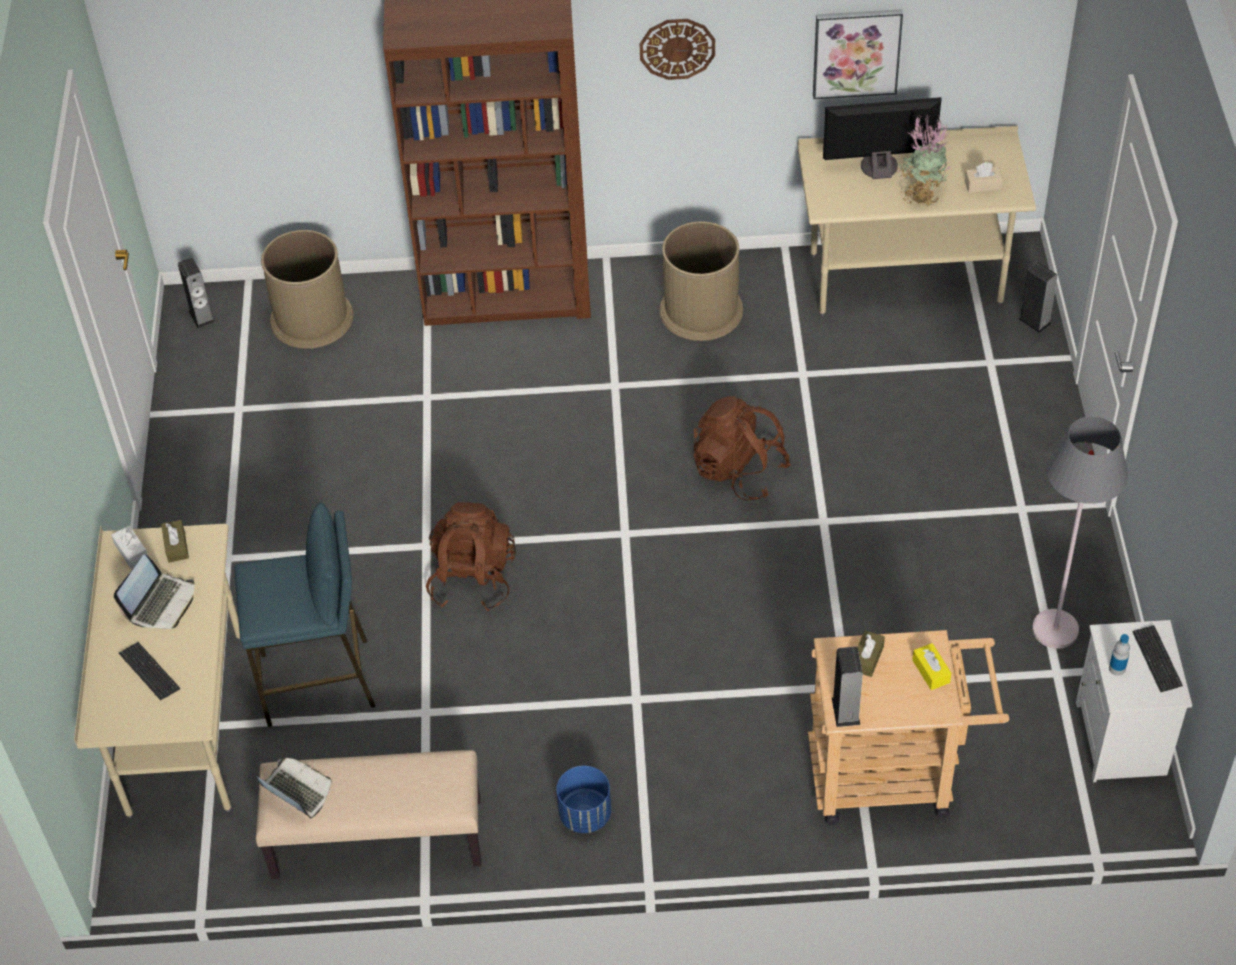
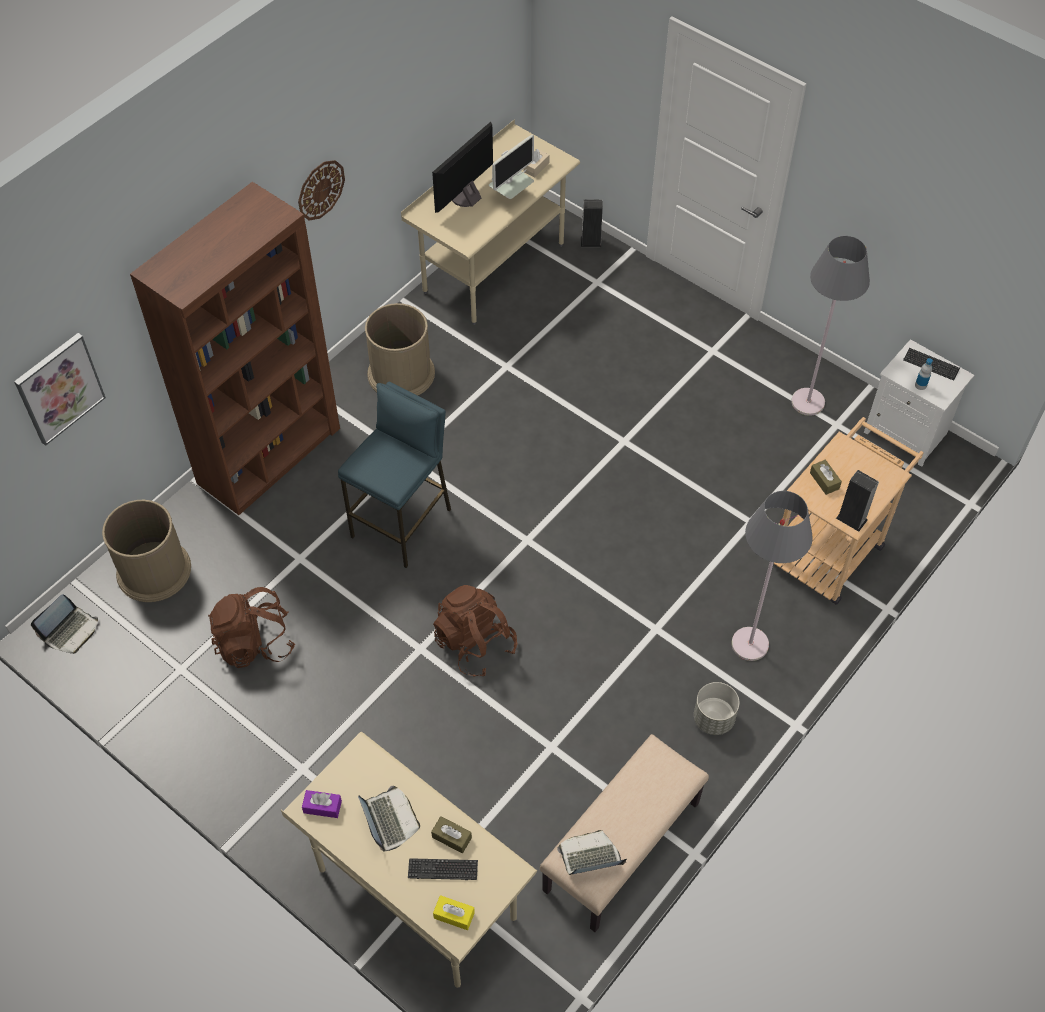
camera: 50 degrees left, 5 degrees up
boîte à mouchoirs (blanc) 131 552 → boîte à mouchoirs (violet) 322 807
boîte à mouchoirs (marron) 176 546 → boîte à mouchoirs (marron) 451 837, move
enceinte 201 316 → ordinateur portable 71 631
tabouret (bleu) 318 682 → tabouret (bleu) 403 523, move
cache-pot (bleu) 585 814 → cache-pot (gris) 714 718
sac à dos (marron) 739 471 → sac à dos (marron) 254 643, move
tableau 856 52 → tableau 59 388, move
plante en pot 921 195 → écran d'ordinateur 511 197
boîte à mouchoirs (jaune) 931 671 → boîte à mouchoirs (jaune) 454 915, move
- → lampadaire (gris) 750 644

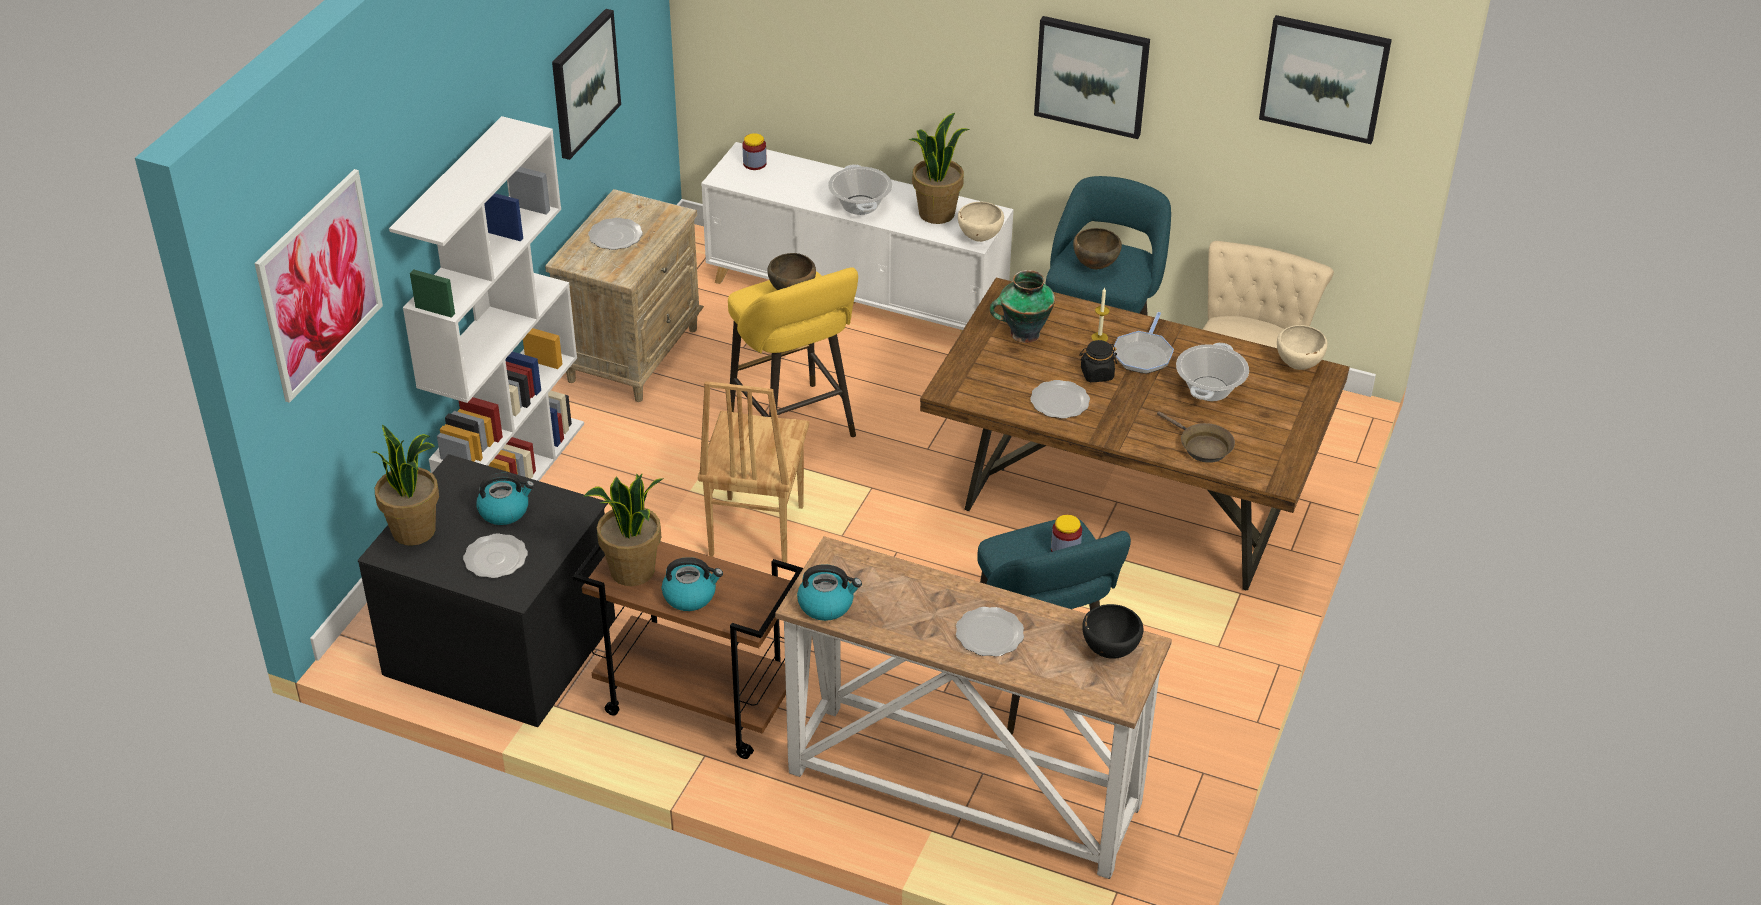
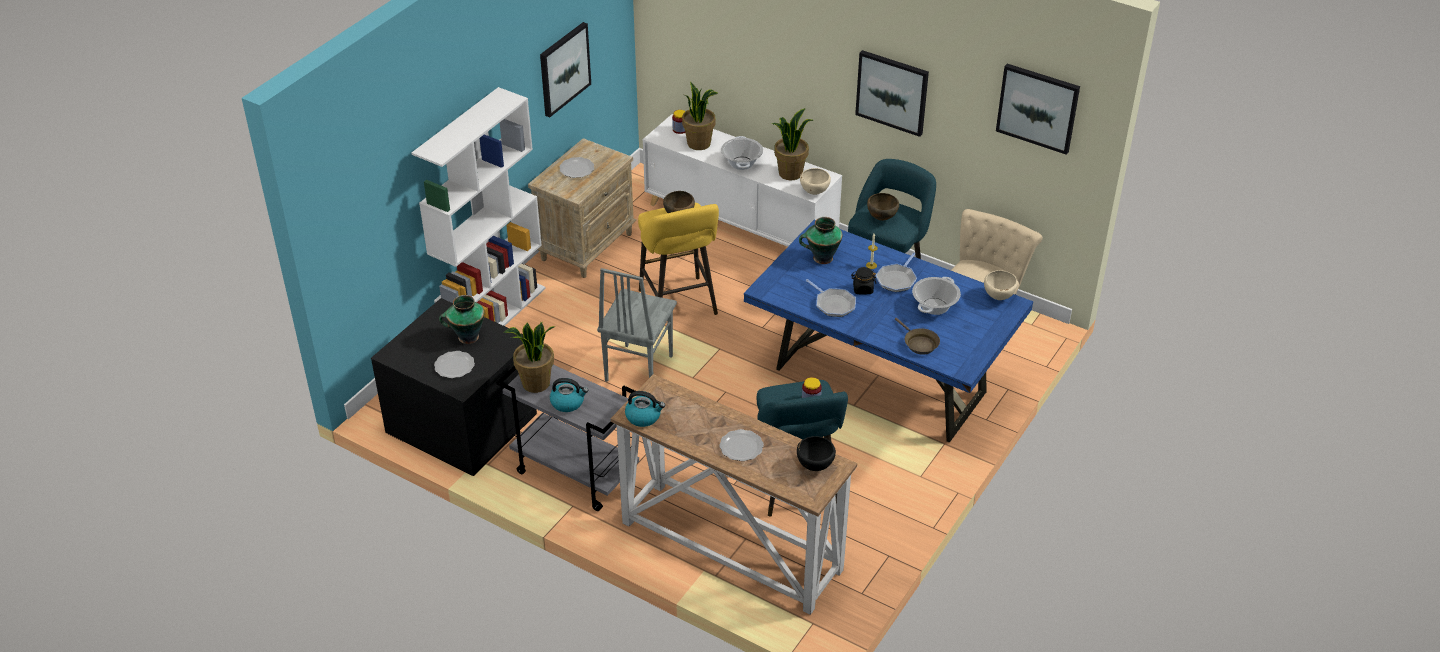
camera: 10 degrees right, 0 degrees up
tableau 319 285 → -
plante en pot 415 530 → plante en pot 699 143, move
bouilloire 505 511 → vase 467 337
chariot (marron) 695 704 → chariot (gris) 574 473
chaise (marron) 754 531 → chaise (gris) 637 368
table à manger (marron) 1125 510 → table à manger (bleu) 882 381
assiette 1059 401 → poêle 833 304

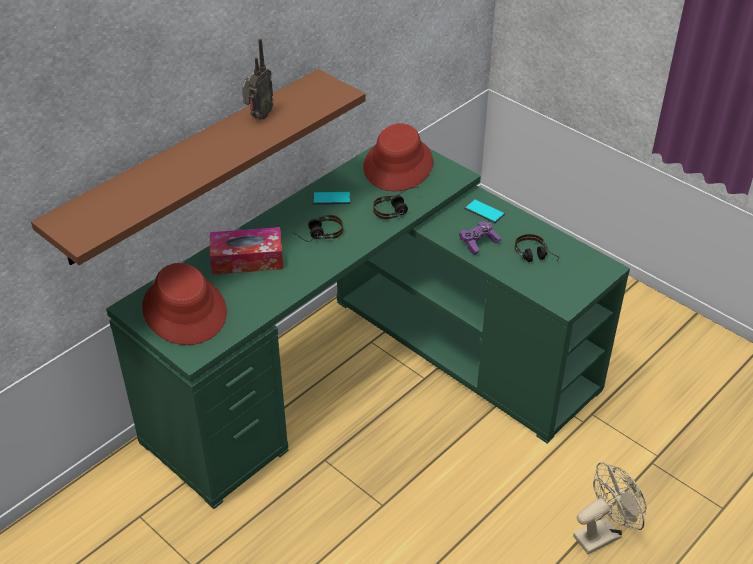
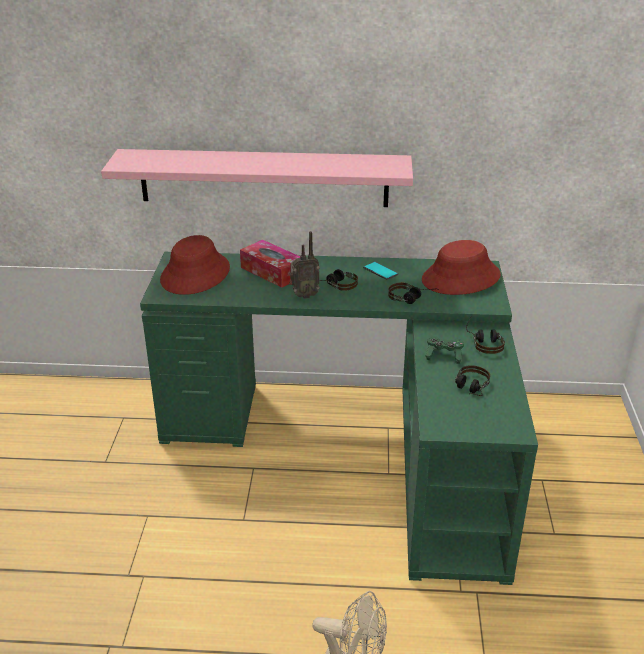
camera: 50 degrees right, 10 degrees down
étagère (marron) 191 165 → étagère (rose) 264 178
radio 258 116 → radio 304 295, move
manette (violet) 478 243 → manette (vert) 444 355
téléphone 484 211 → casque audio 484 342

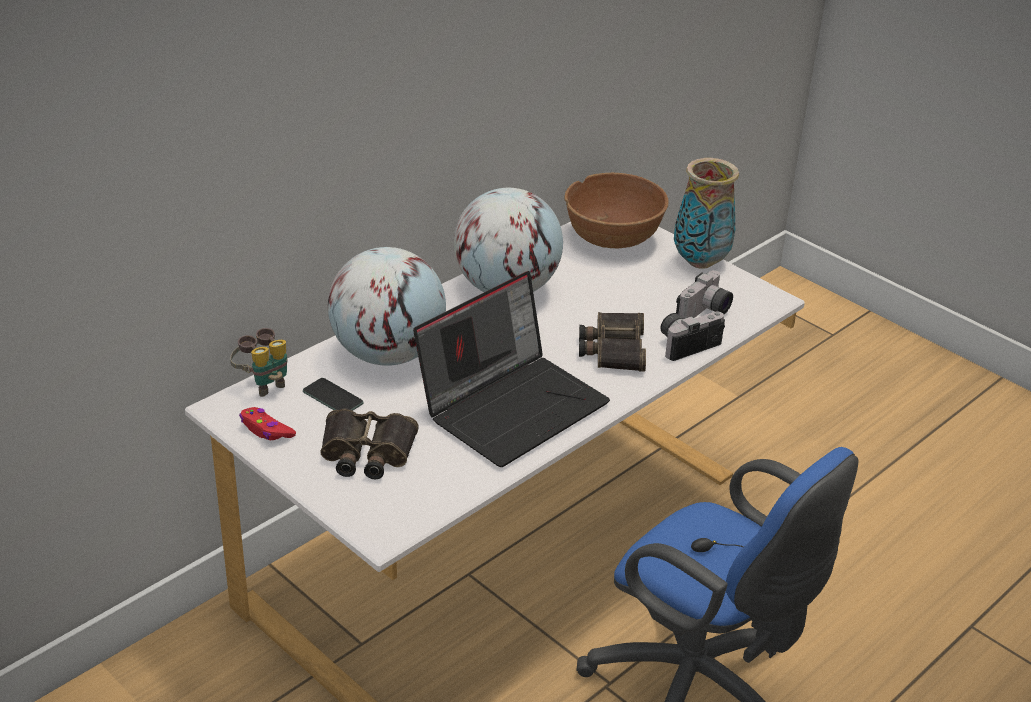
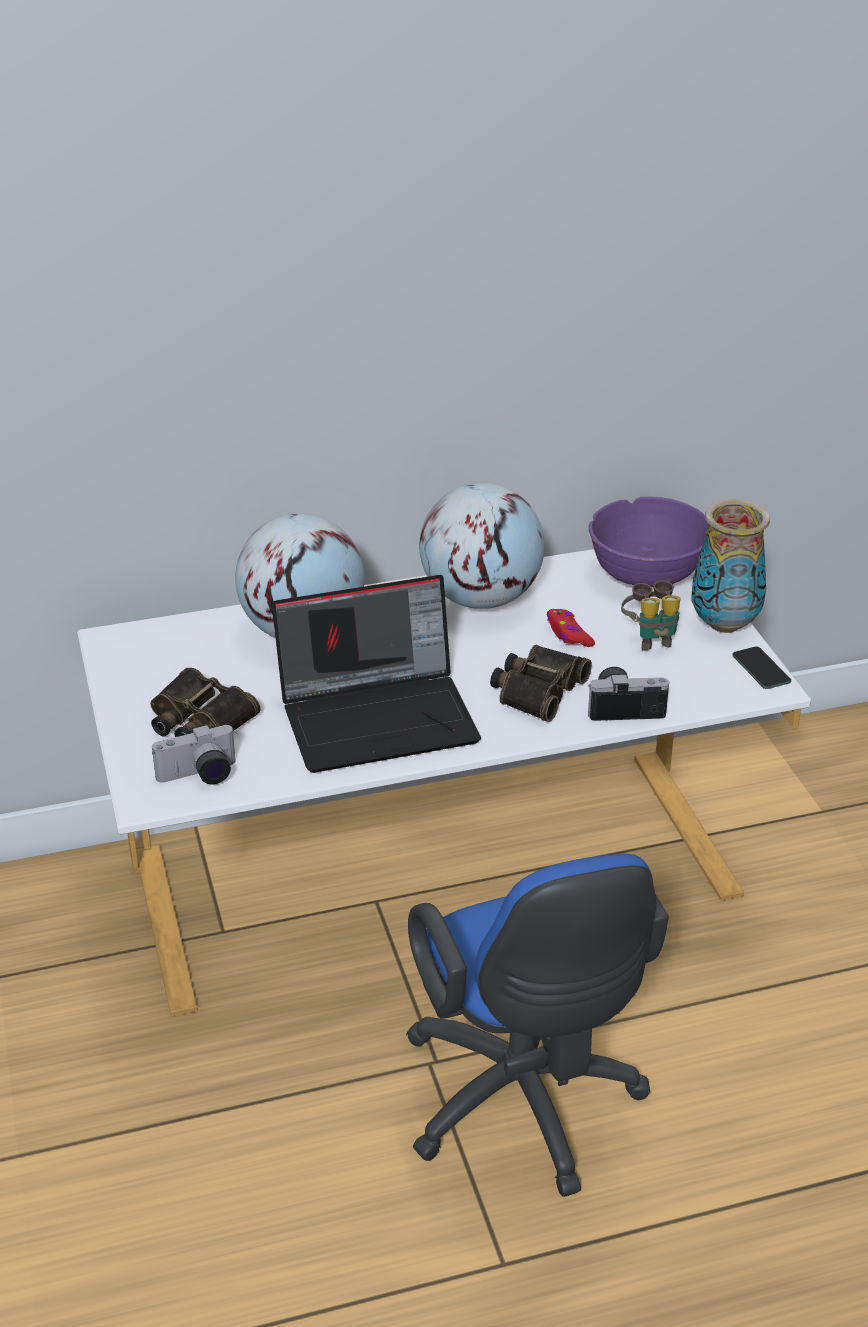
camera: 30 degrees right, 0 degrees up
jumelles 263 383 → jumelles 651 638, move
manette (rouge) 266 430 → manette (rouge) 568 634, move
téléphone 333 397 → téléphone 761 669, move
bol (marron) 612 238 → bol (violet) 646 574
appareil photo 705 313 → appareil photo 199 776, move

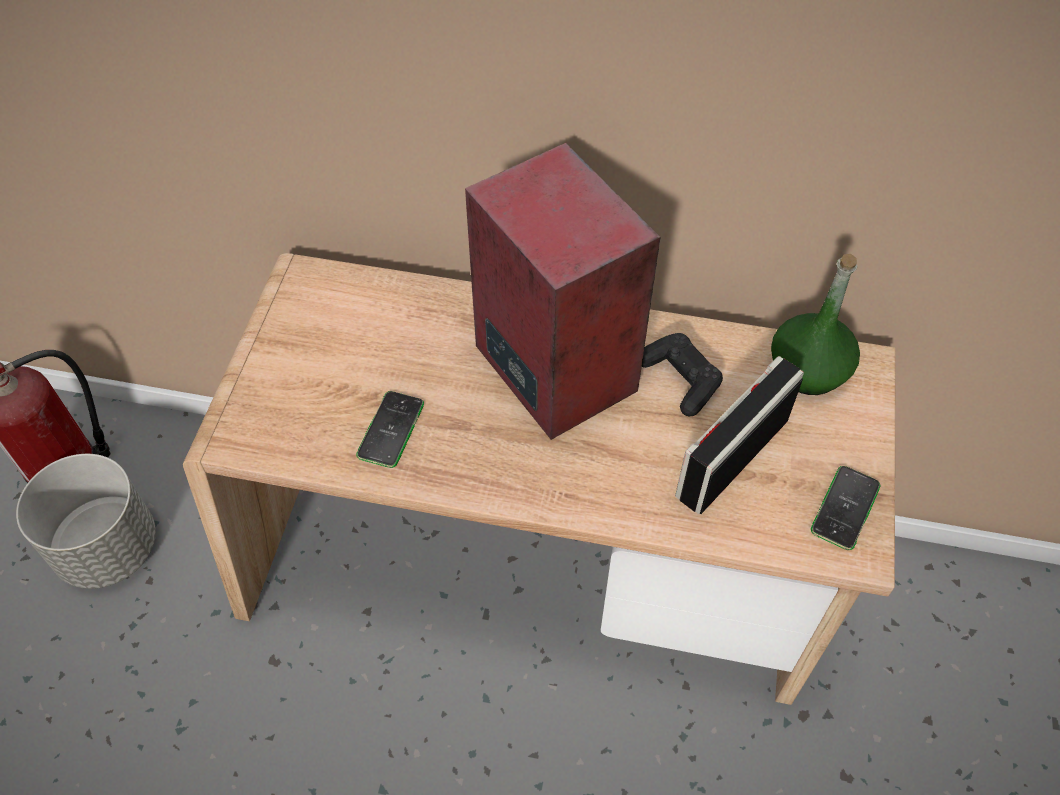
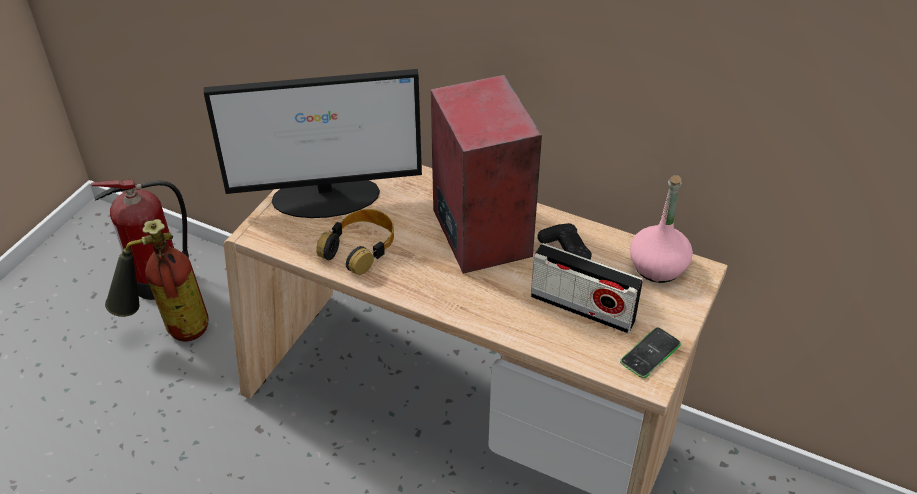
camera: 15 degrees right, 10 degrees down
cache-pot (gris) 108 547 → extincteur 170 332
téléphone 391 430 → casque audio 360 247
radio 732 458 → radio 582 308, 120 degrees counterclockwise
bouteille (vert) 808 370 → bouteille (rose) 658 267
- → écran d'ordinateur 327 196

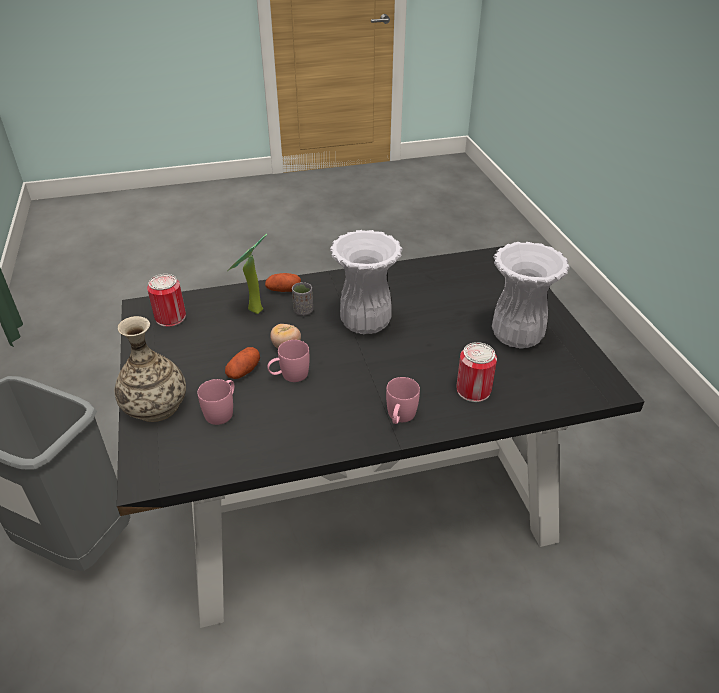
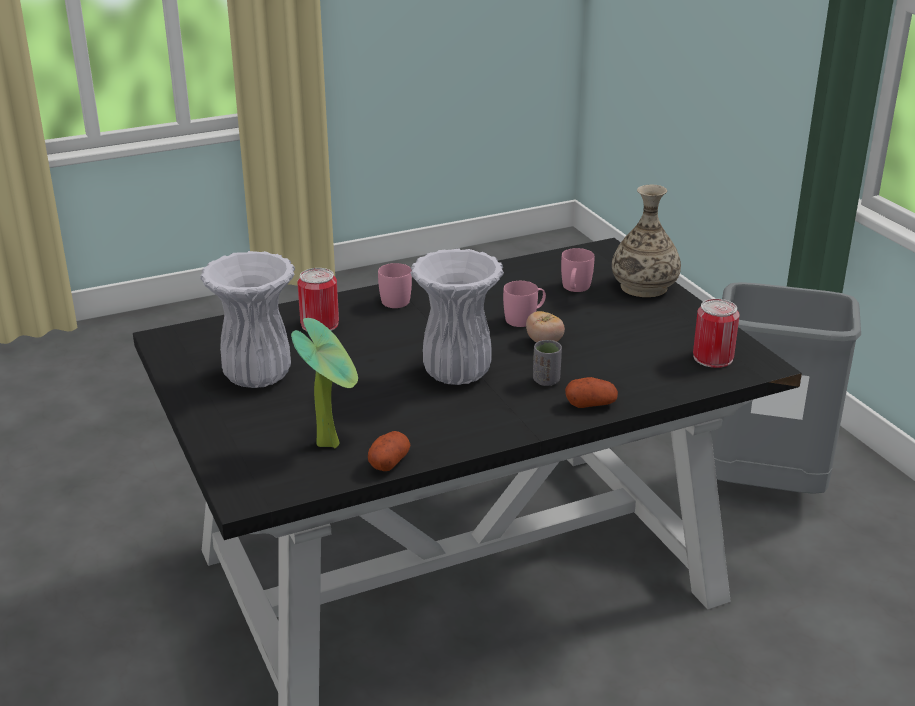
camera: 170 degrees right, 10 degrees down
pomme de terre 243 371 → pomme de terre 389 462, move
plante en pot 252 311 → plante en pot 332 442, move

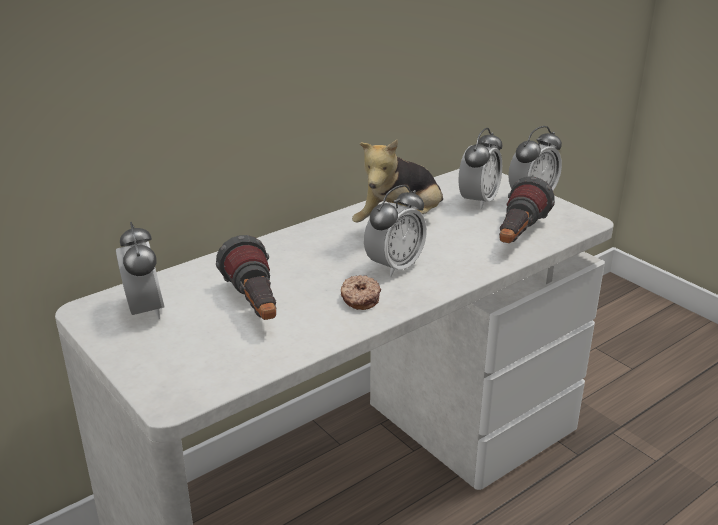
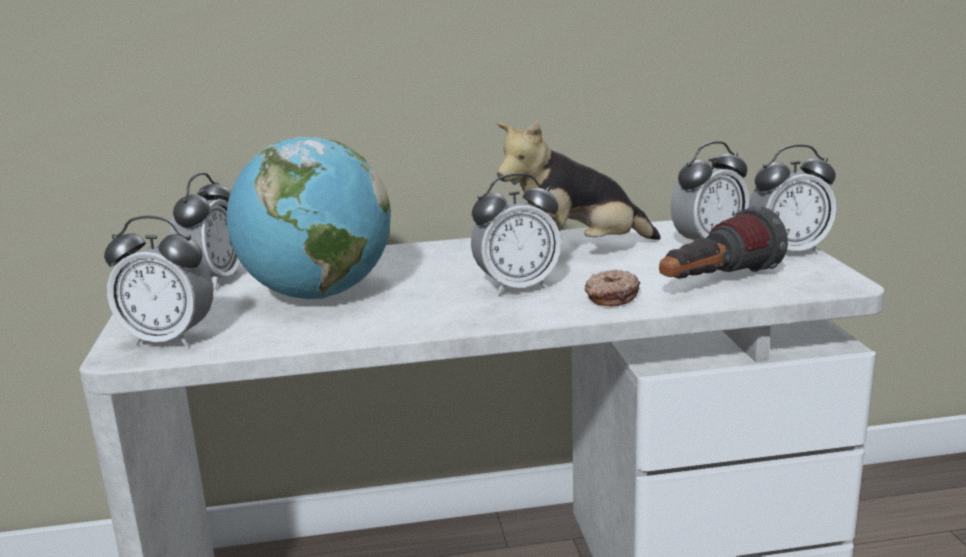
camera: 30 degrees right, 10 degrees down
lampe de poche 255 306 → globe 317 295
beignet 359 299 → beignet 610 297, move
- → réveil 169 339

